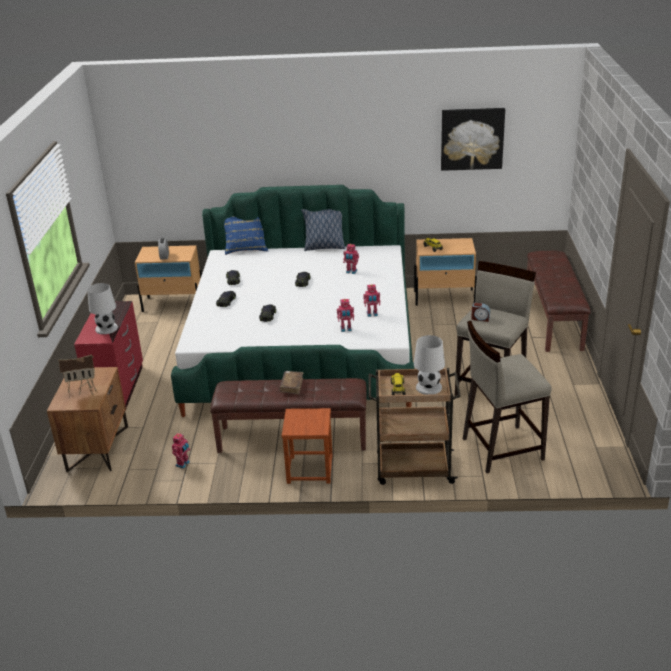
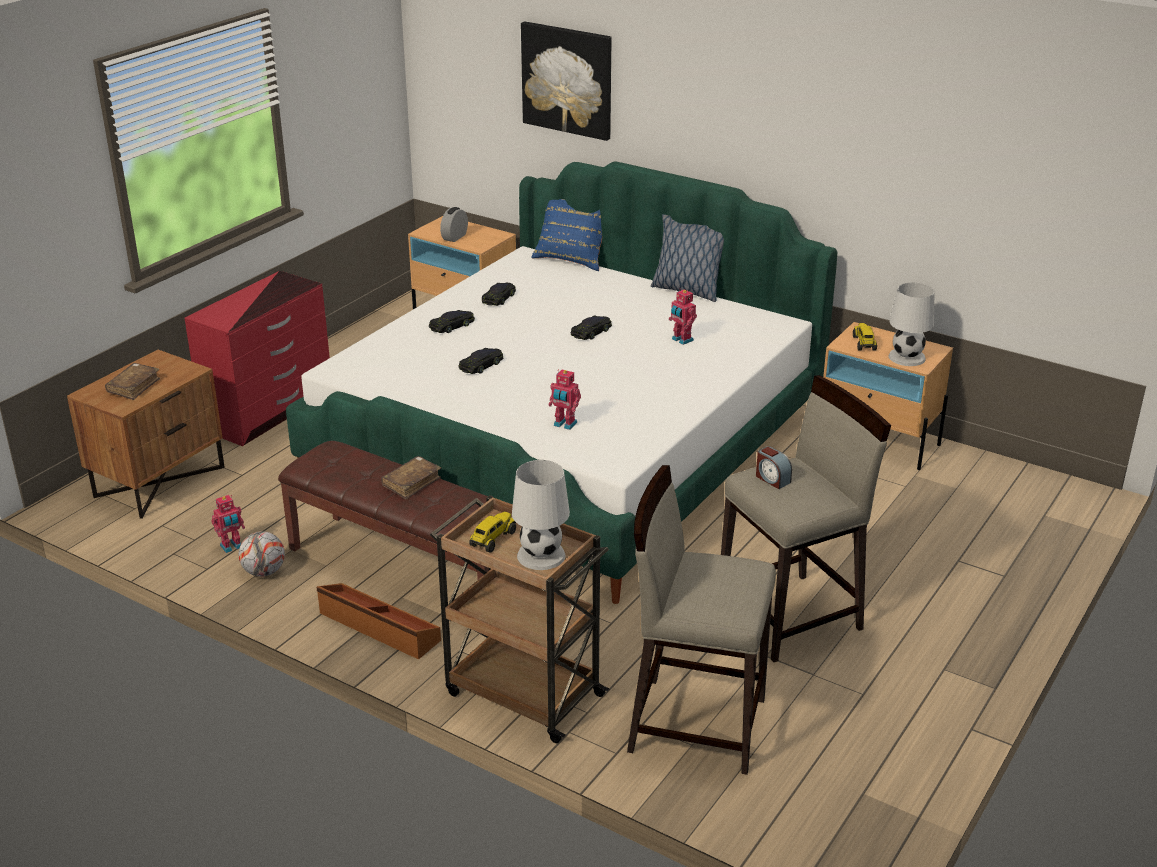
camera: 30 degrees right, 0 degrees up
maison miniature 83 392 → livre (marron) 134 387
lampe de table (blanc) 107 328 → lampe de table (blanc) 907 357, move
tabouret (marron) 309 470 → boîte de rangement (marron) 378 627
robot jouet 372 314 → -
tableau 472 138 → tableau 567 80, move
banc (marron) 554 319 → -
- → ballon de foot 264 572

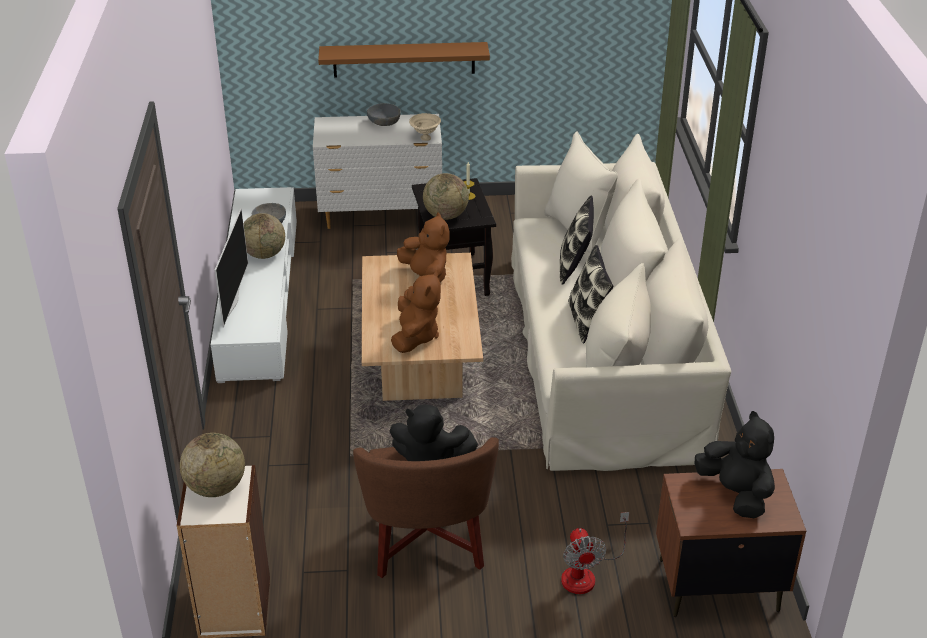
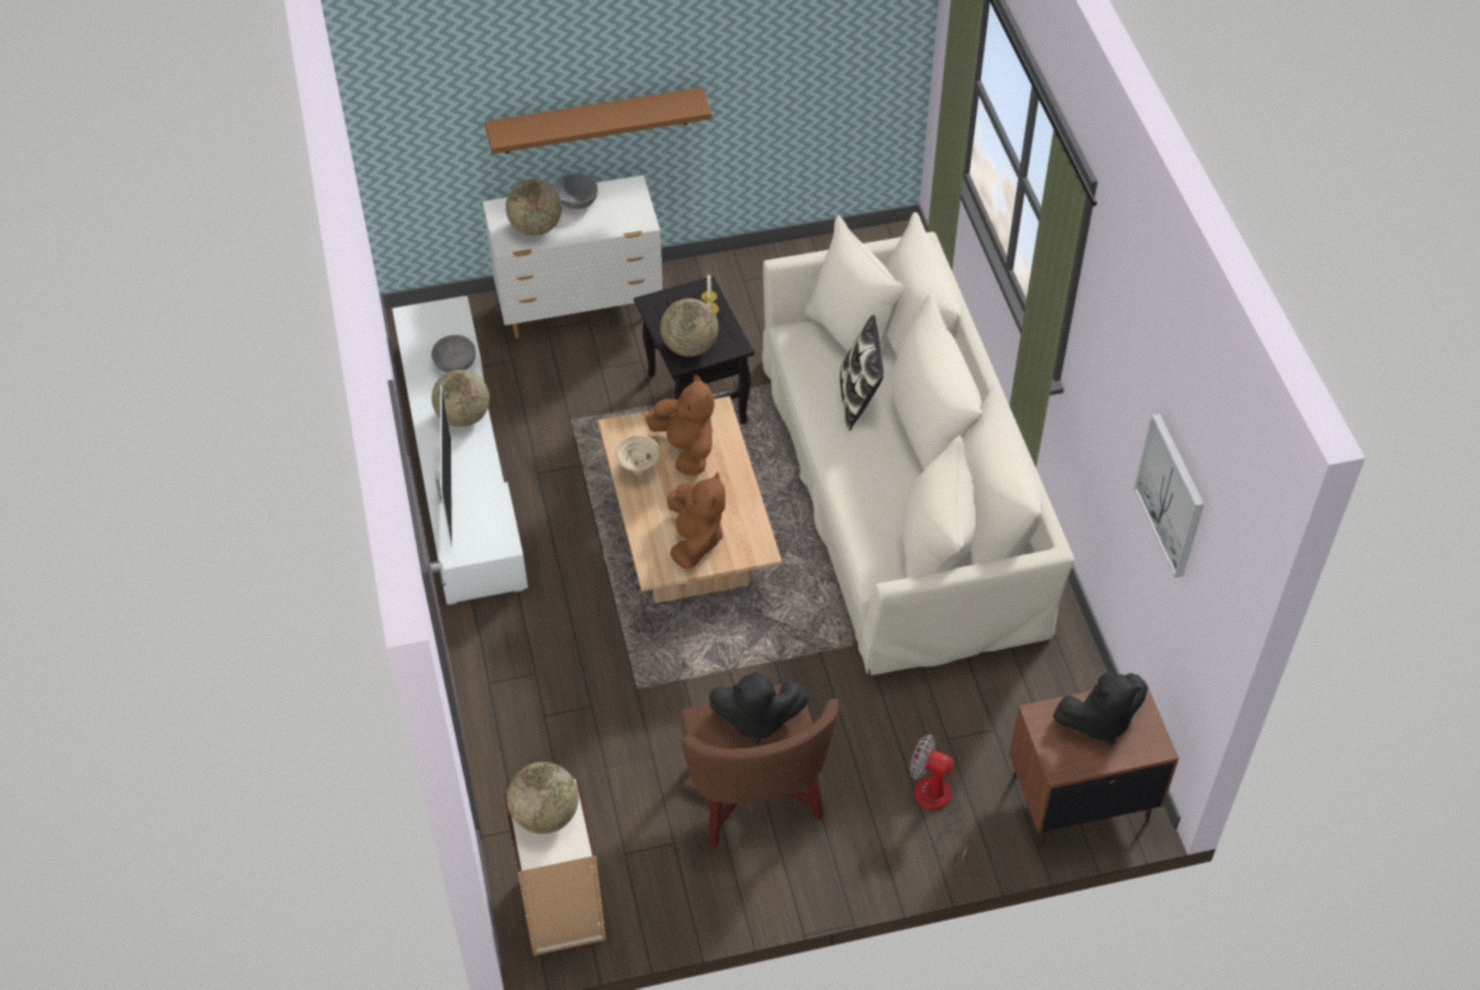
camera: 10 degrees left, 15 degrees up
bol (beige) 425 138 → bol (beige) 639 470, move
ventilateur 586 573 → ventilateur 936 806, 135 degrees clockwise
coussin 587 321 → -
peluche (noir) 735 493 → peluche (noir) 1099 721, 120 degrees clockwise
- → globe 536 227
- → tableau 1171 495

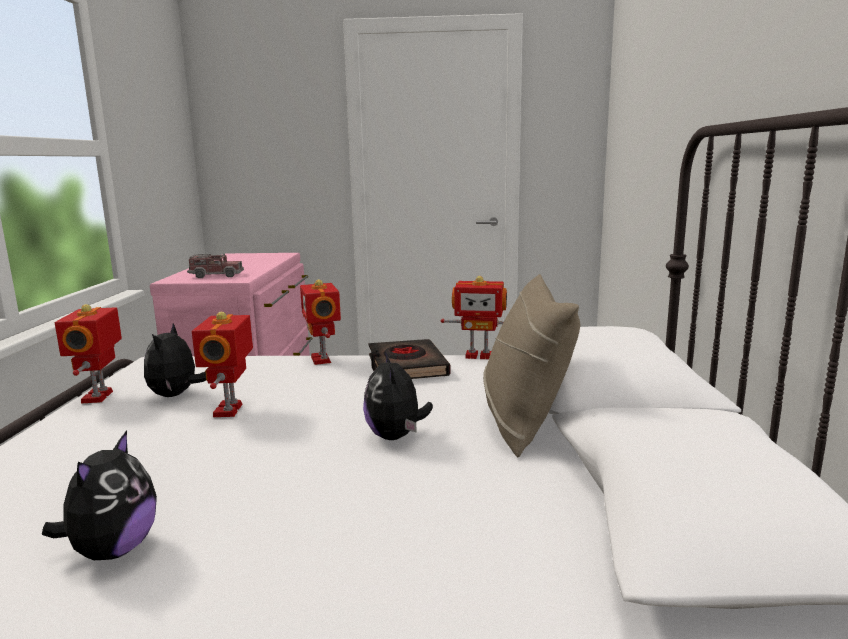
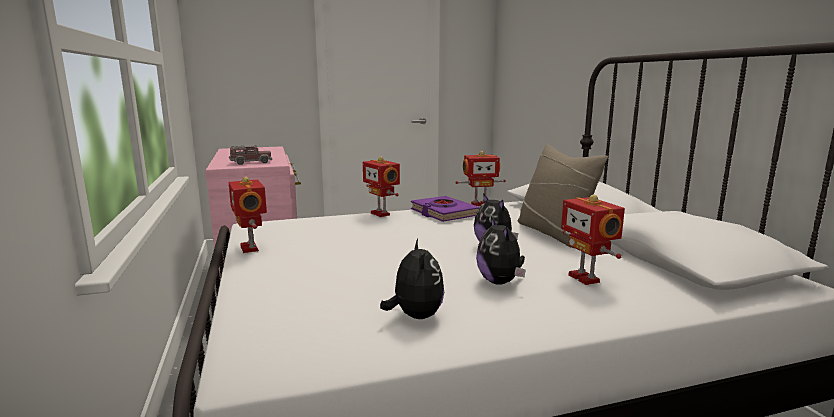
camera: 20 degrees left, 0 degrees up
peluche 176 395 → peluche 500 282, move
robot jouet 230 410 → robot jouet 585 278, move
livre (noir) 406 366 → livre (violet) 444 213

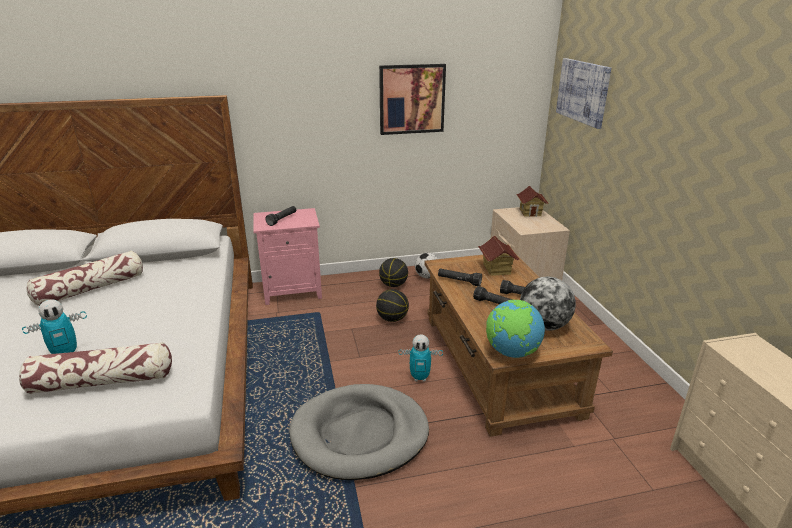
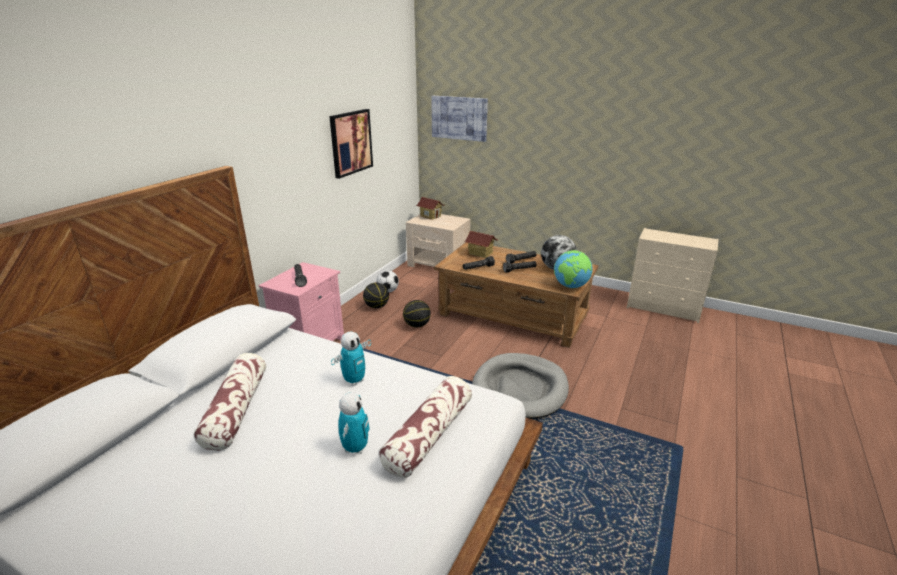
camera: 50 degrees left, 0 degrees up
robot jouet 420 378 → robot jouet 354 380, move

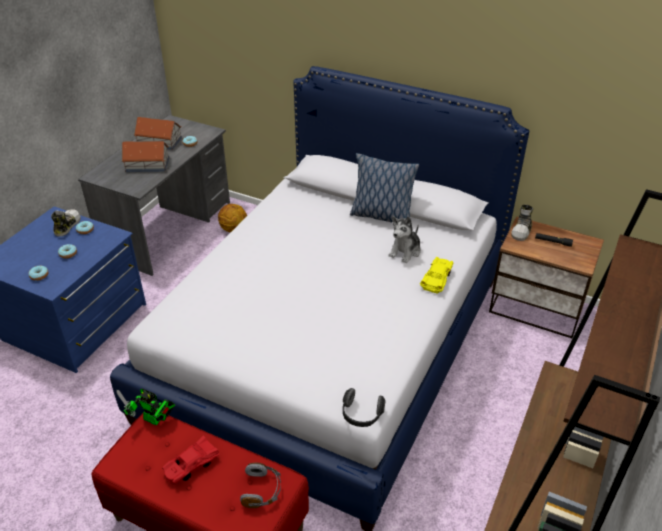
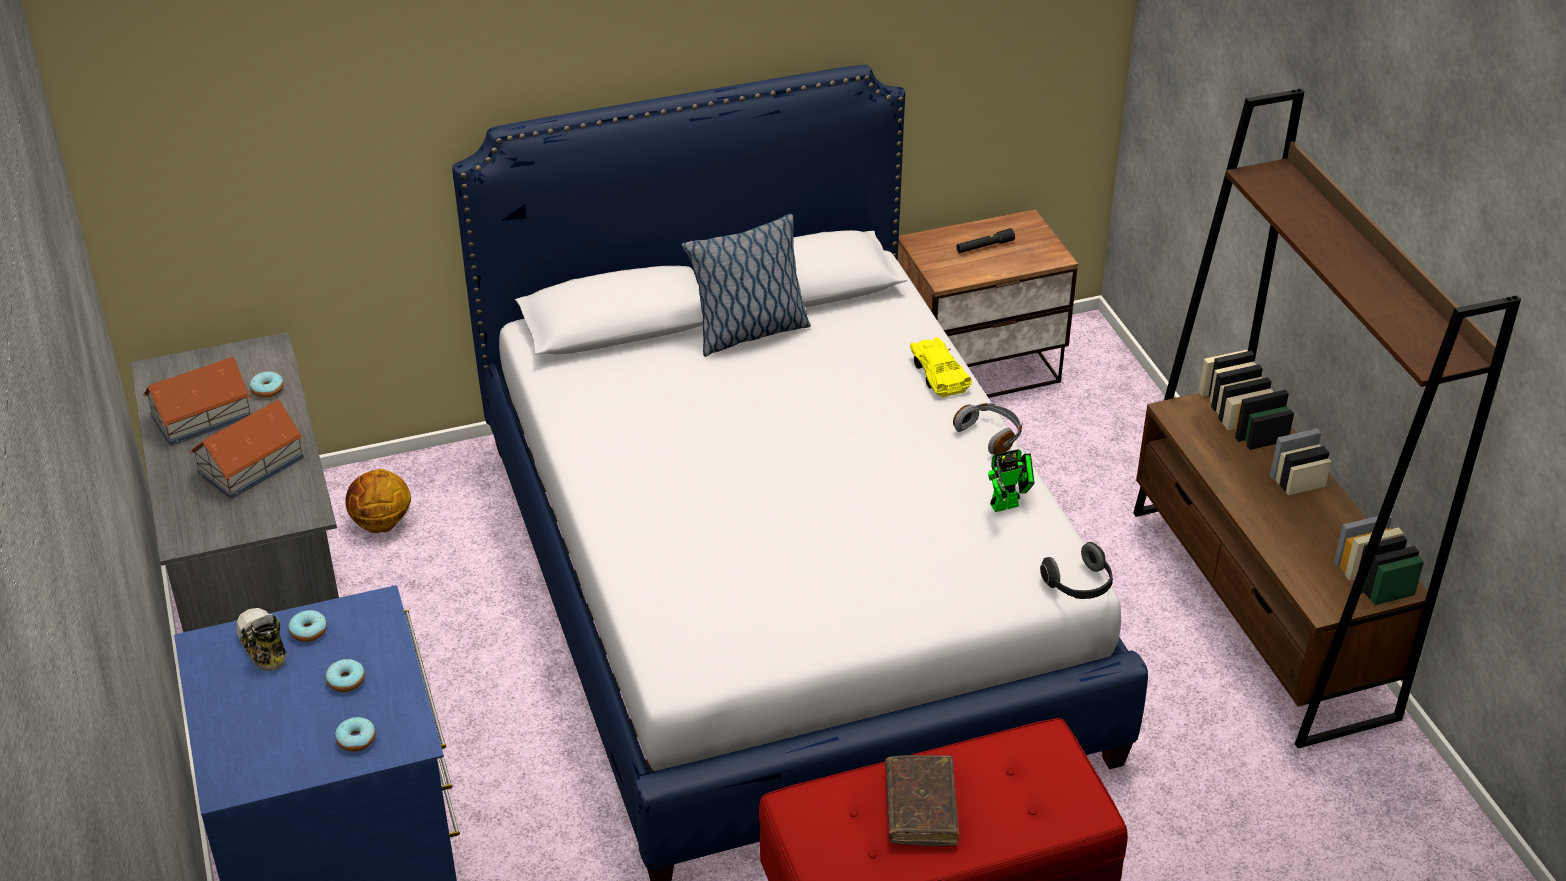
camera: 45 degrees left, 0 degrees up
robot jouet 154 420 → robot jouet 1008 504, move
petite voiture (rouge) 191 465 → livre (marron) 920 808
casque audio (gris) 262 490 → casque audio (gris) 990 435, move
peluche 405 251 → -
chaussure 522 231 → -

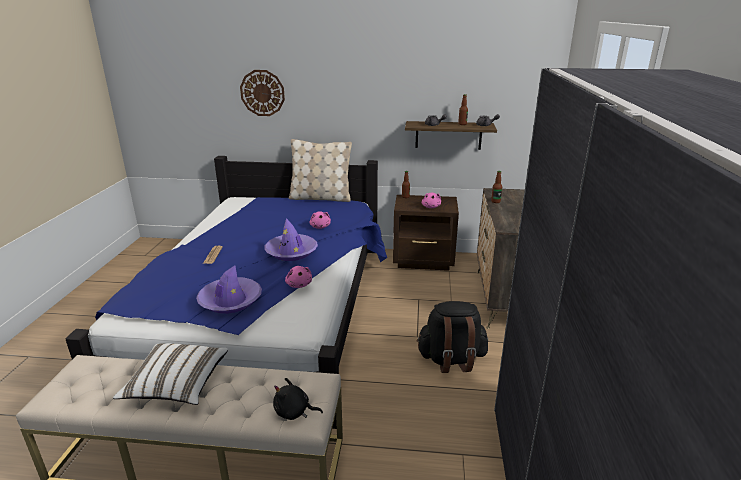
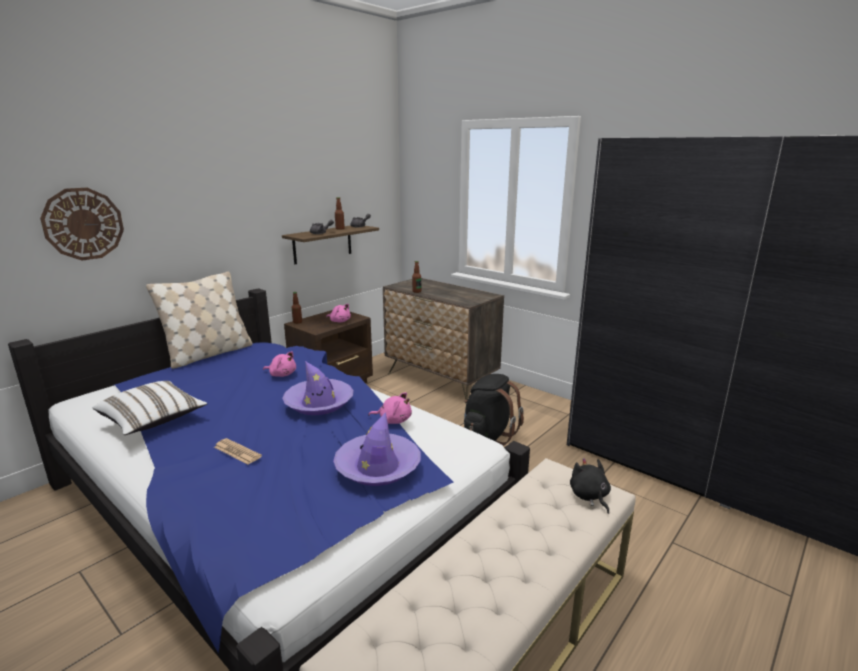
camera: 55 degrees left, 5 degrees down
coussin (blanc) 177 386 → coussin (blanc) 153 420, move
peluche (noir) 294 412 → peluche (noir) 589 496, 120 degrees clockwise

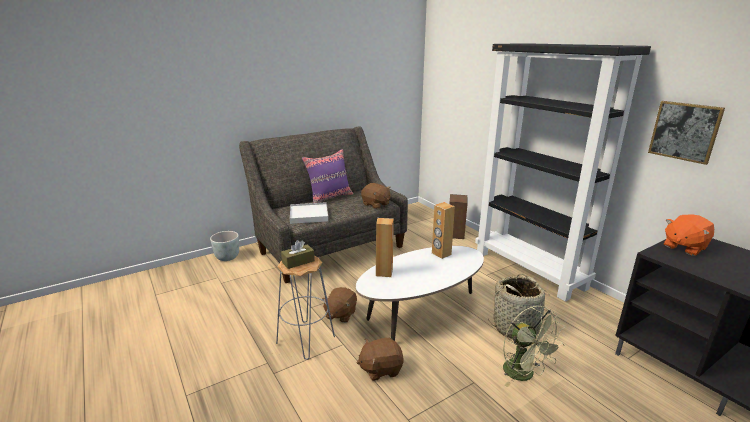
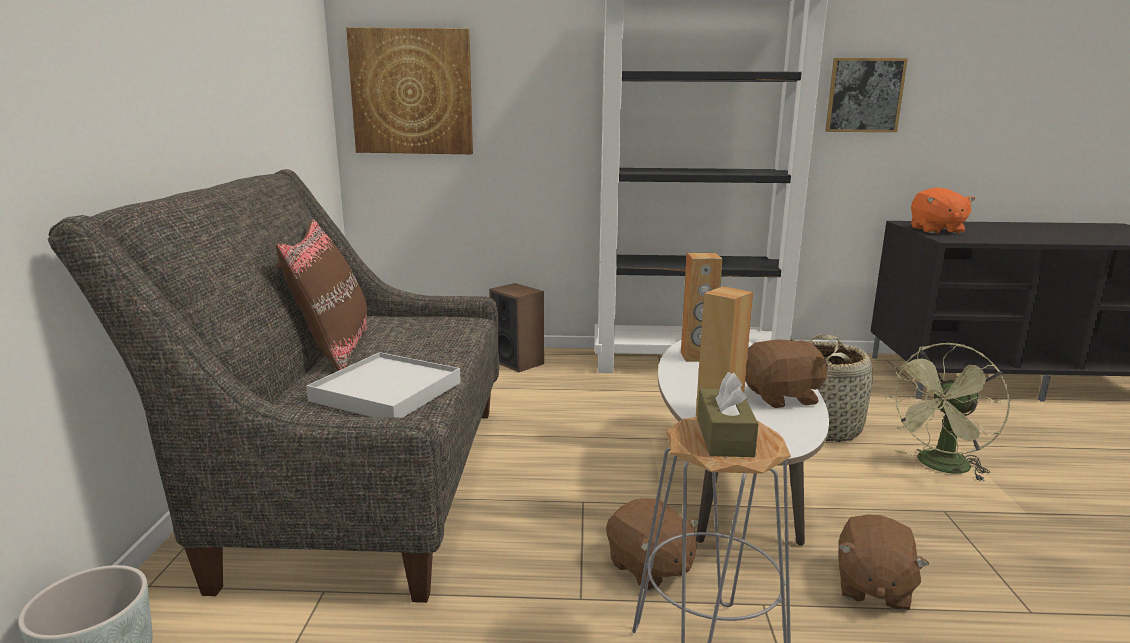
camera: 55 degrees left, 5 degrees down
coussin (violet) 329 197 → coussin (marron) 333 350
peluche (marron) 376 204 → peluche (marron) 782 397, move
ventilateur (vert) 524 375 → ventilateur (vert) 939 467, 135 degrees clockwise
- → tableau 412 92

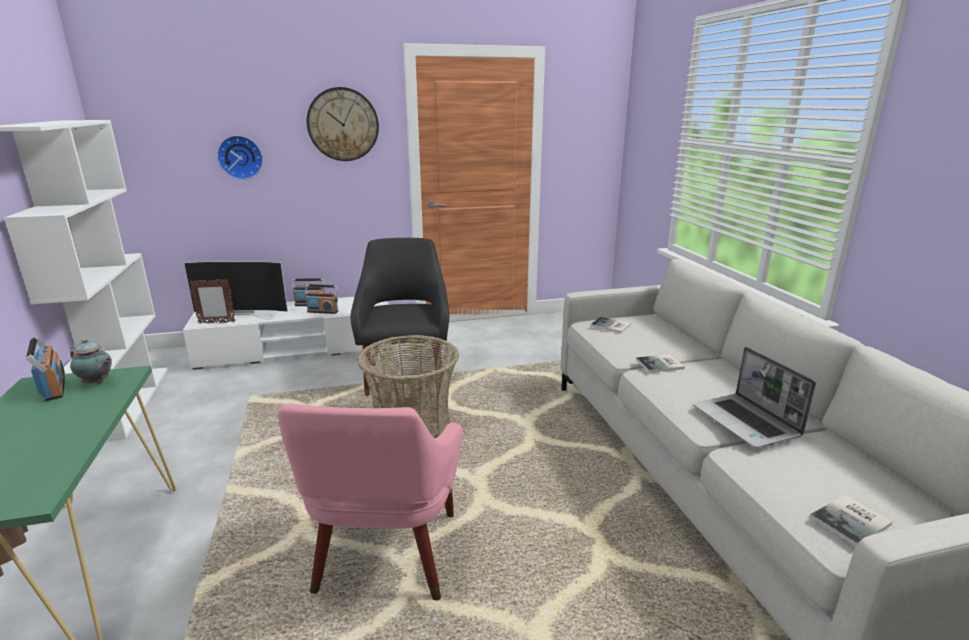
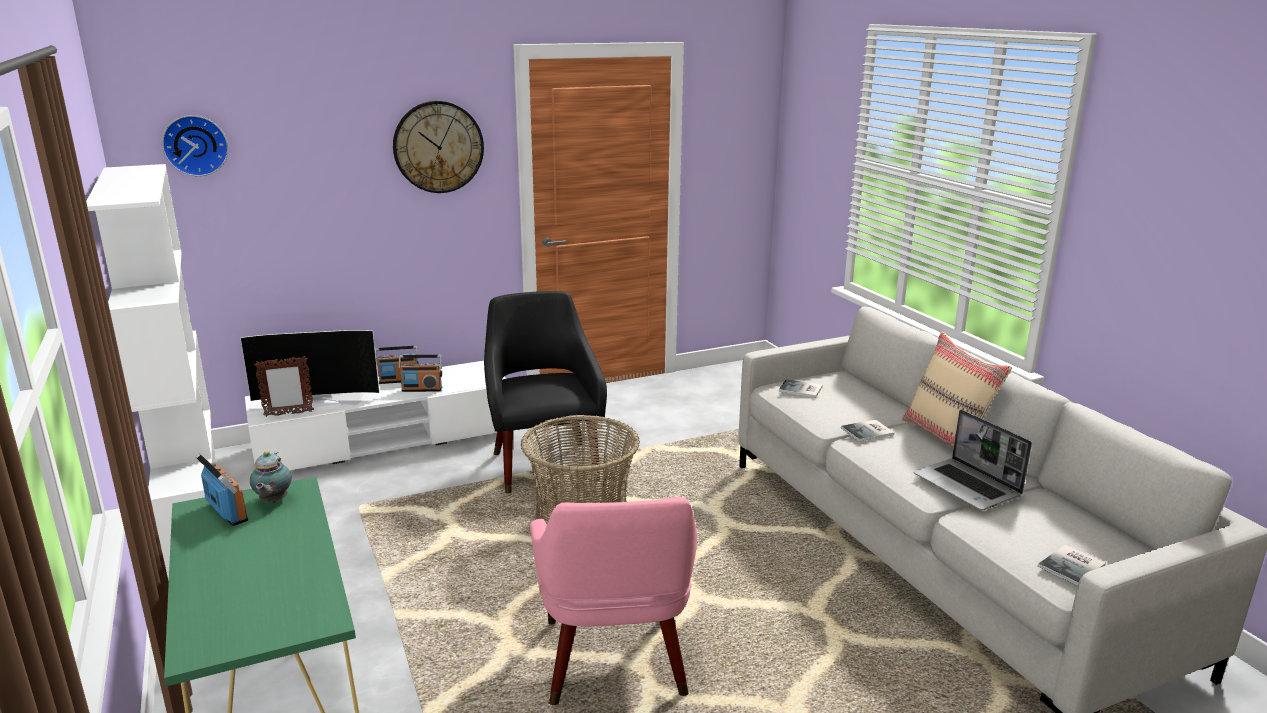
camera: 10 degrees left, 0 degrees up
théière 97 383 → théière 273 501, 75 degrees clockwise
horloge murale 240 157 → horloge murale 195 145, move
- → coussin (beige) 946 438

